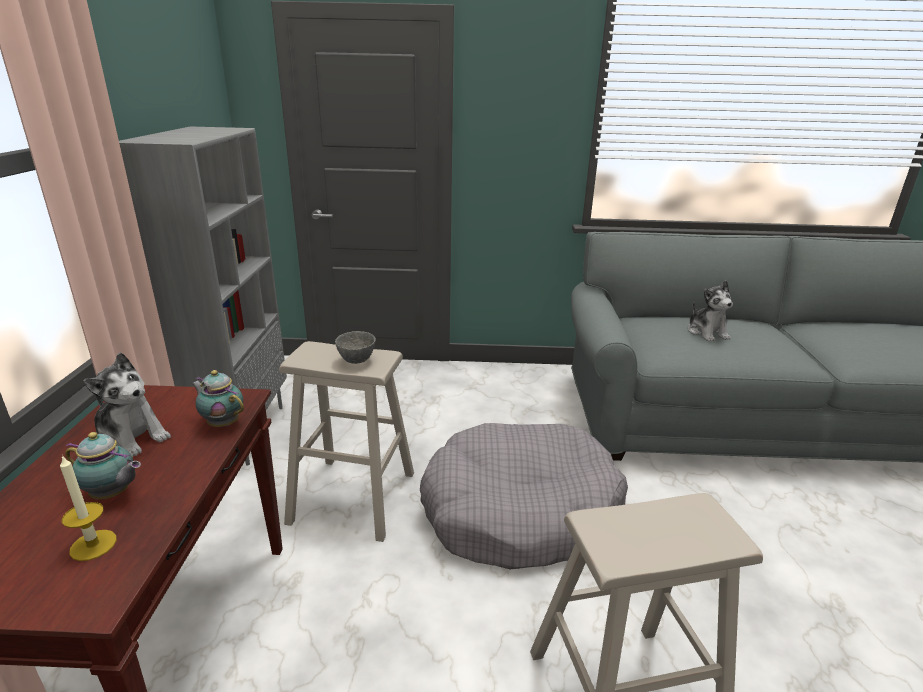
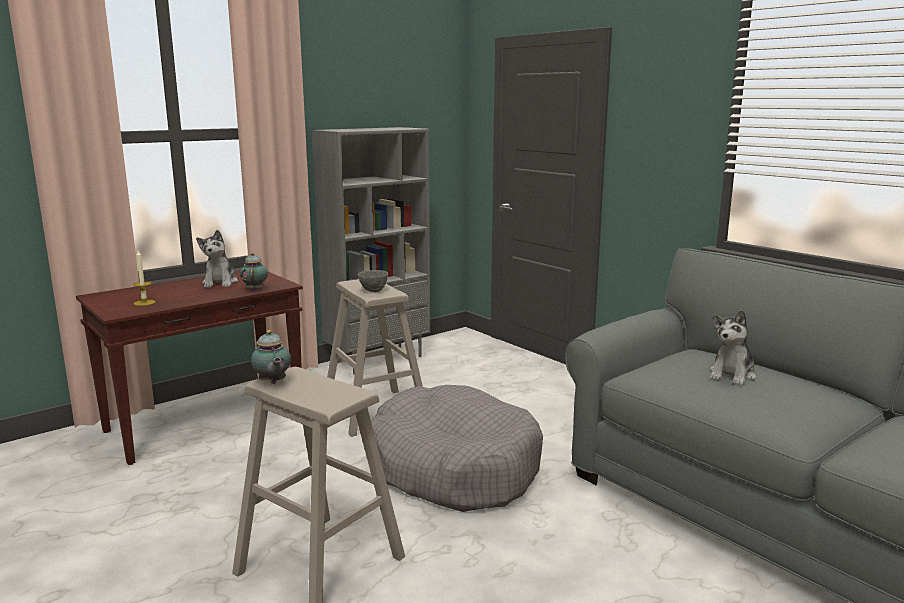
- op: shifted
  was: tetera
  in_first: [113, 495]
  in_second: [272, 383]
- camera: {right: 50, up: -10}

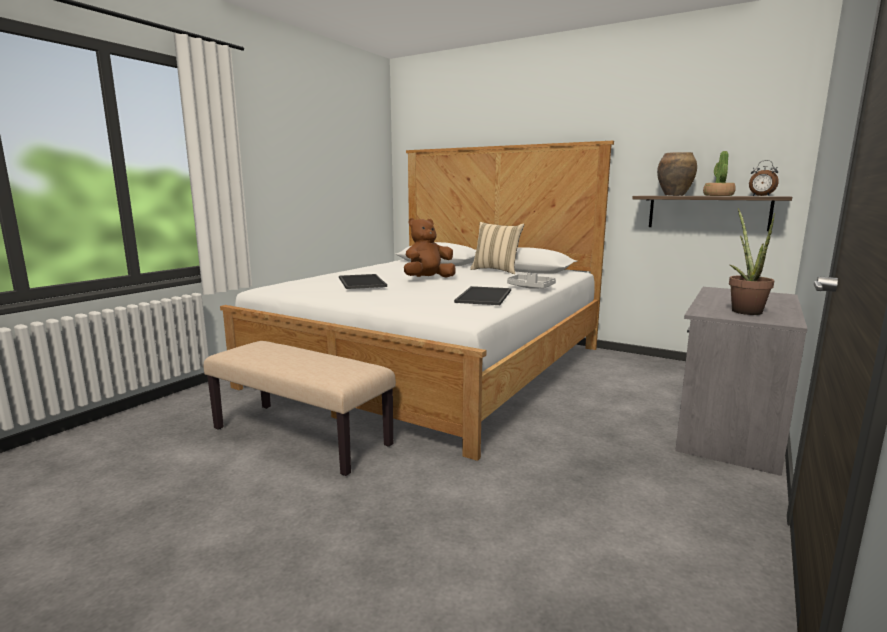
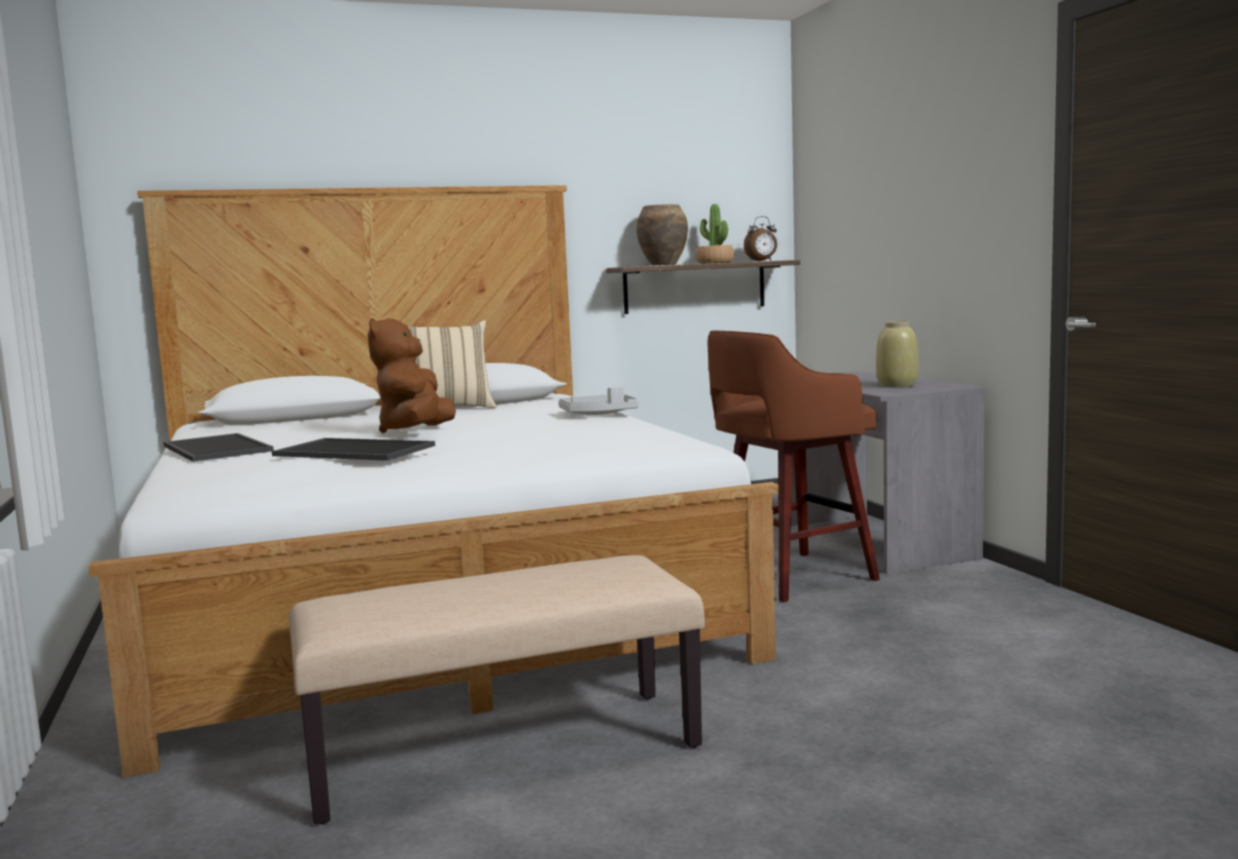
- op: new
  now: taburete/marrón
  in_second: [789, 577]
- op: shifted
  was: bandeja
  in_first: [483, 296]
  in_second: [214, 448]
- op: swapped
  was: planta en maceta
  now: florero/beis
  in_first: [743, 310]
  in_second: [897, 385]
- camera: {right: -50, up: -5}

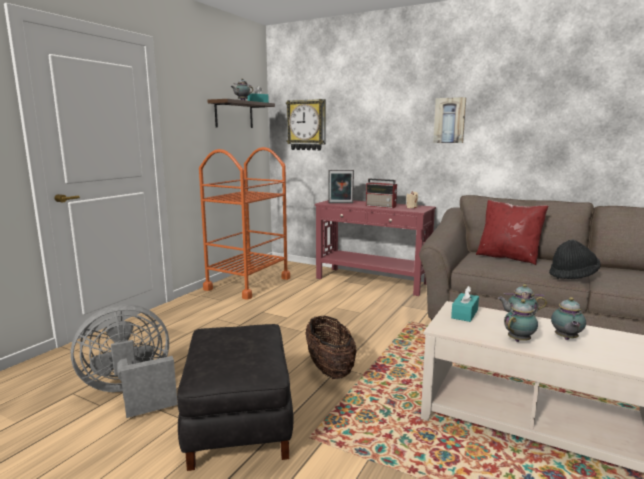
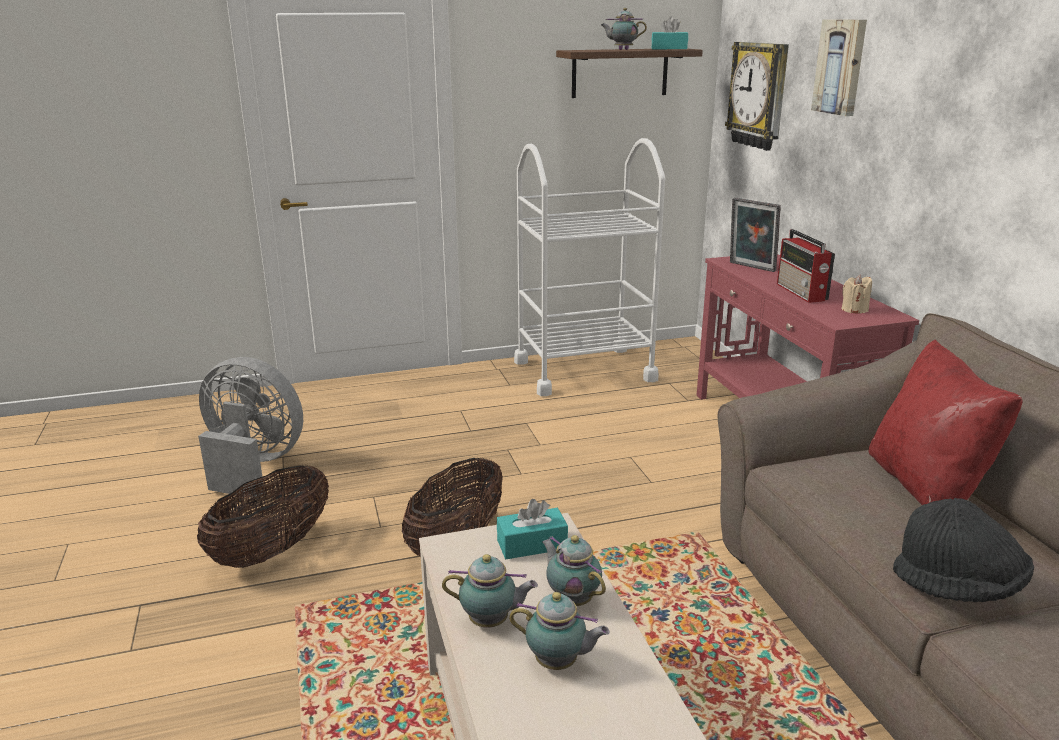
- op: shifted
  was: cuadro
  in_first: [449, 120]
  in_second: [841, 67]
- op: swapped
  was: puf/negro
  now: cesta
  in_first: [238, 423]
  in_second: [272, 550]
- op: repainted
  was: carrito/naranja
  now: carrito/blanco
  in_first: [248, 284]
  in_second: [584, 370]
- op: rotated
  was: tetera
  in_first: [565, 338]
  in_second: [559, 663]
  clockwise: -135
- camera: {right: 45, up: 10}

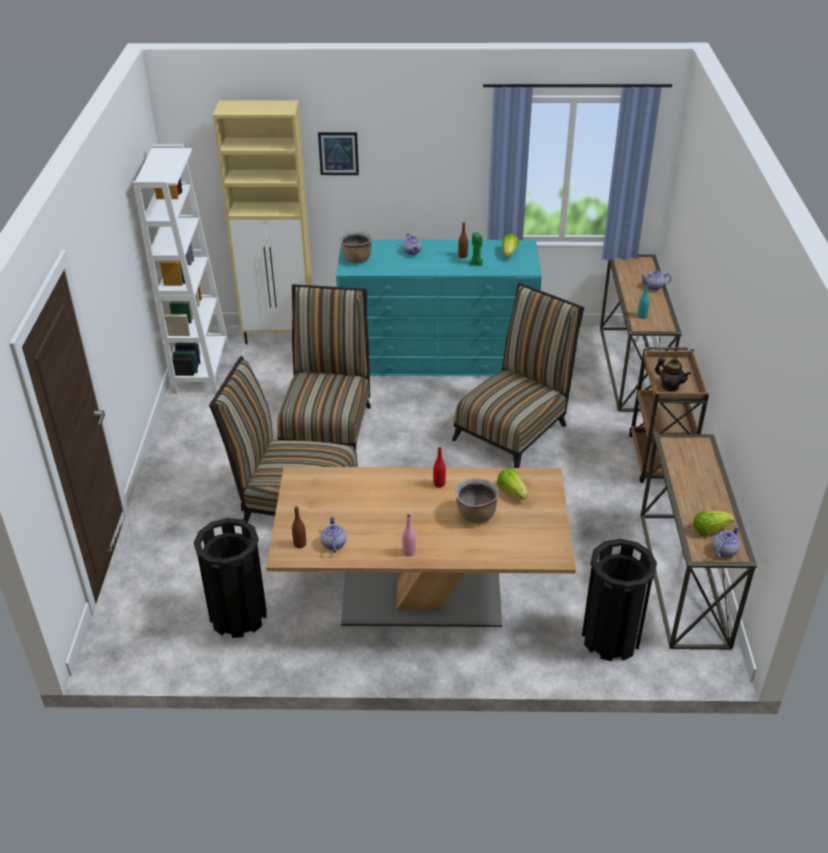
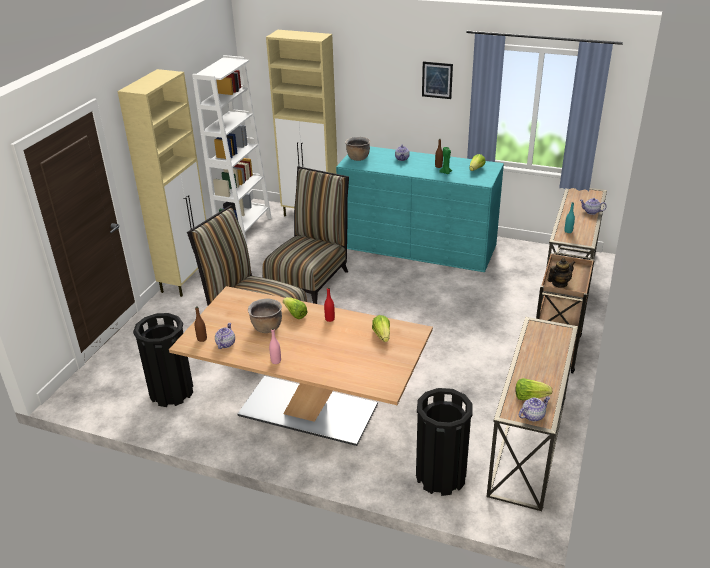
- op: gone
  was: silla
  in_first: [514, 428]
- op: new
  now: armario/beis
  in_second: [187, 279]
- op: new
  now: lechuga
  in_second: [295, 314]
- op: shifted
  was: cuadro
  in_first: [338, 153]
  in_second: [437, 80]
- op: shifted
  was: olla/marrón
  in_first: [475, 515]
  in_second: [266, 327]
- op: rotated
  was: tetera
  in_first: [670, 386]
  in_second: [559, 284]
  clockwise: -90
- camera: {right: 20, up: -5}

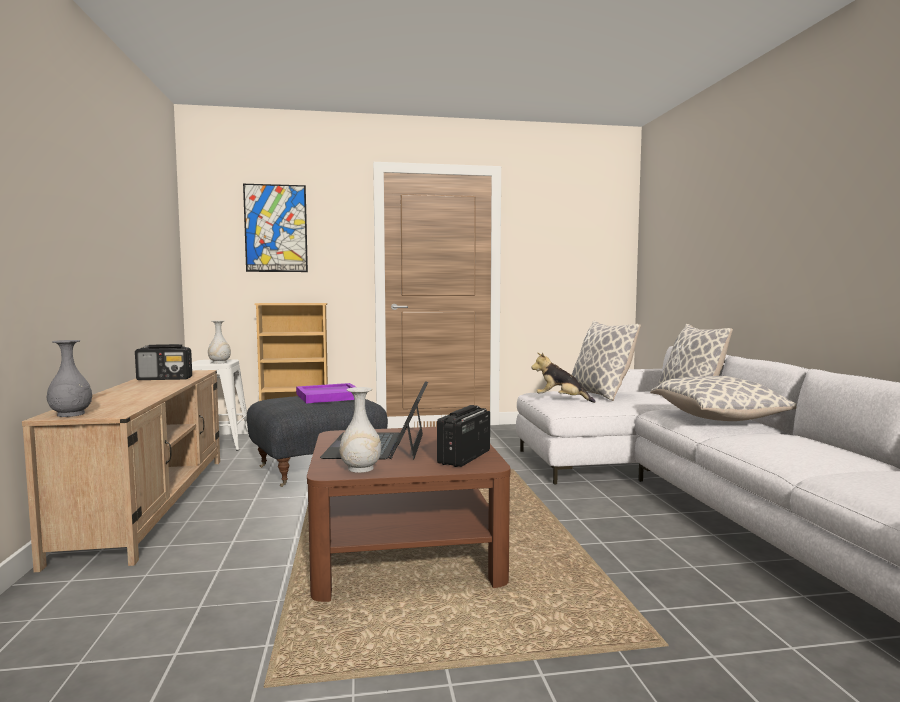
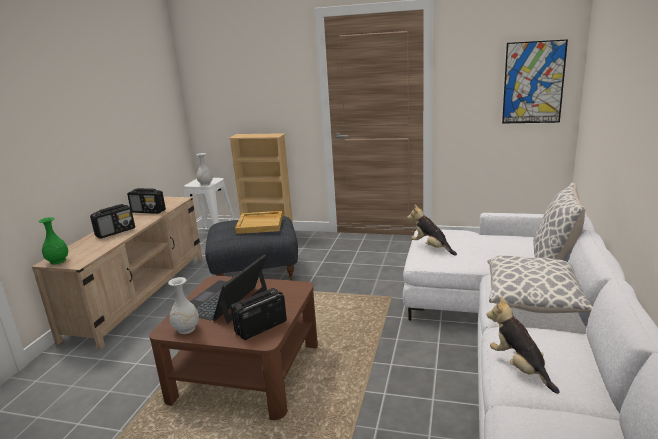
- op: gone
  was: cojín
  in_first: [600, 394]
- op: new
  now: radio
  in_second: [116, 232]
- op: new
  now: peluche
  in_second: [519, 367]
- op: shifted
  was: cuadro
  in_first: [276, 228]
  in_second: [533, 83]
- op: repainted
  was: florero/gris
  now: florero/verde
  in_first: [70, 414]
  in_second: [58, 261]
- op: repainted
  was: bandeja/morado
  now: bandeja/beis
  in_first: [329, 396]
  in_second: [260, 224]
- camera: {right: 25, up: 15}

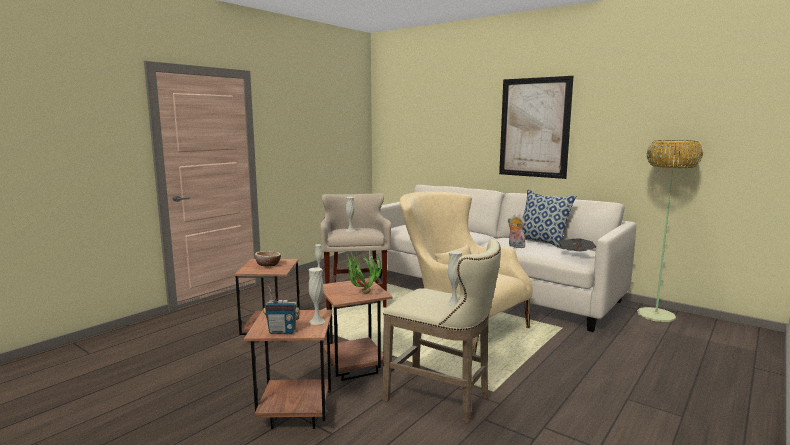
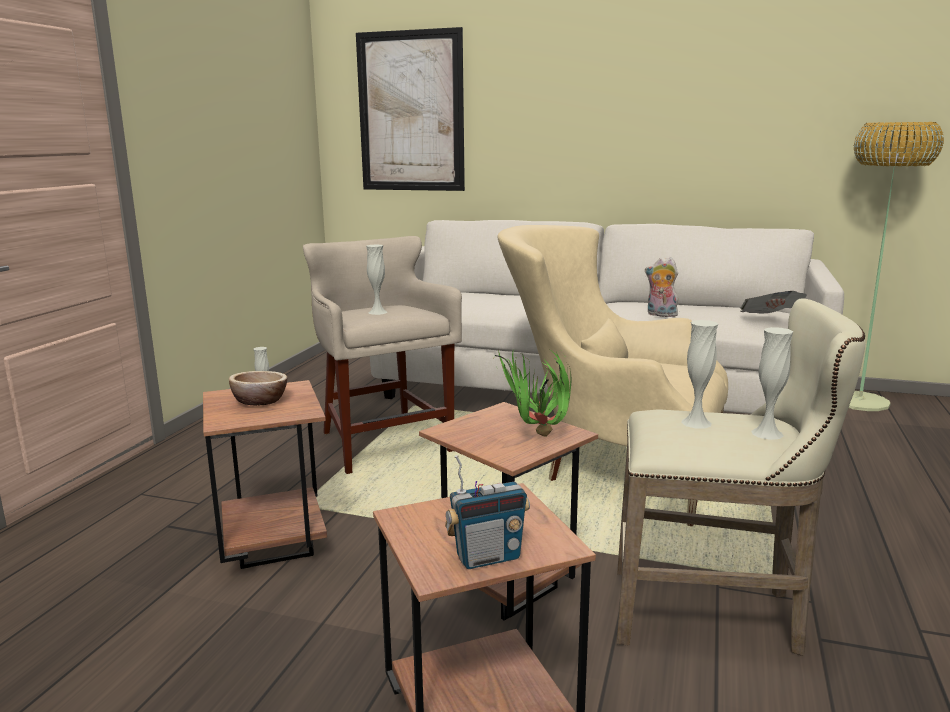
- op: gone
  was: cojín
  in_first: [542, 242]
- op: shifted
  was: florero/blanco
  in_first: [317, 321]
  in_second: [696, 423]
- op: shifted
  was: cuadro
  in_first: [534, 128]
  in_second: [410, 112]
- camera: {right: -20, up: 5}

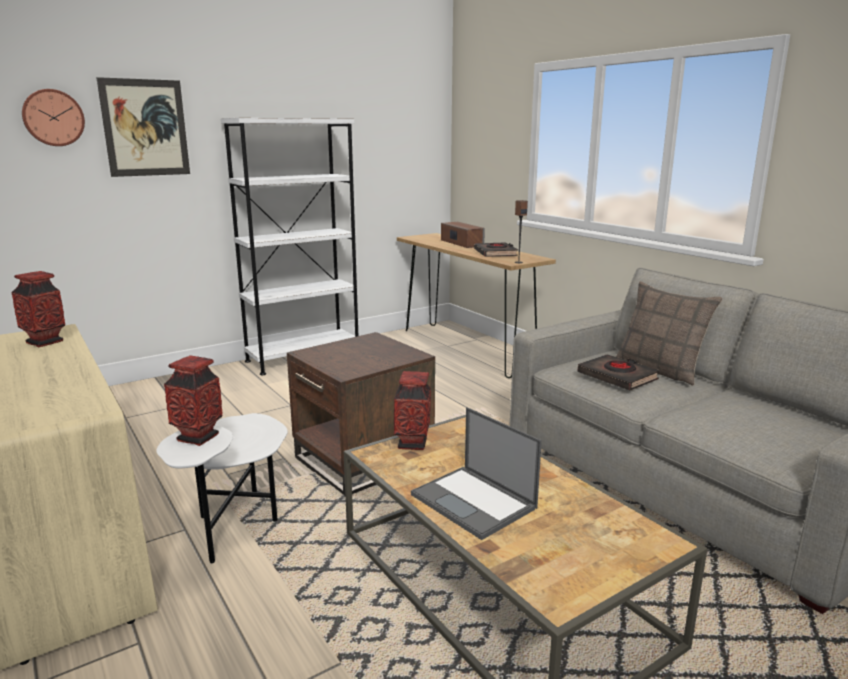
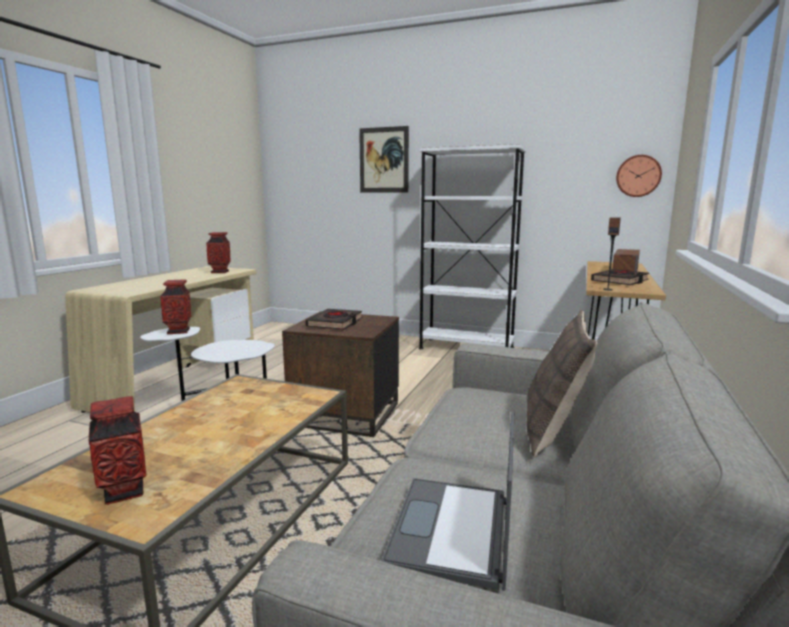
- op: shifted
  was: reloj de pared
  in_first: [53, 118]
  in_second: [638, 176]
- op: shifted
  was: florero
  in_first: [412, 443]
  in_second: [124, 492]
- op: shifted
  was: portátil
  in_first: [474, 502]
  in_second: [452, 530]
- op: shifted
  was: libro/negro
  in_first: [617, 377]
  in_second: [335, 323]
- camera: {right: 55, up: -5}

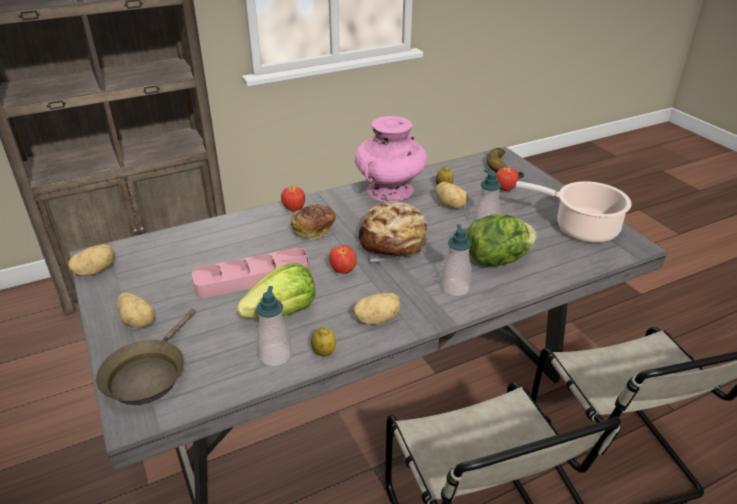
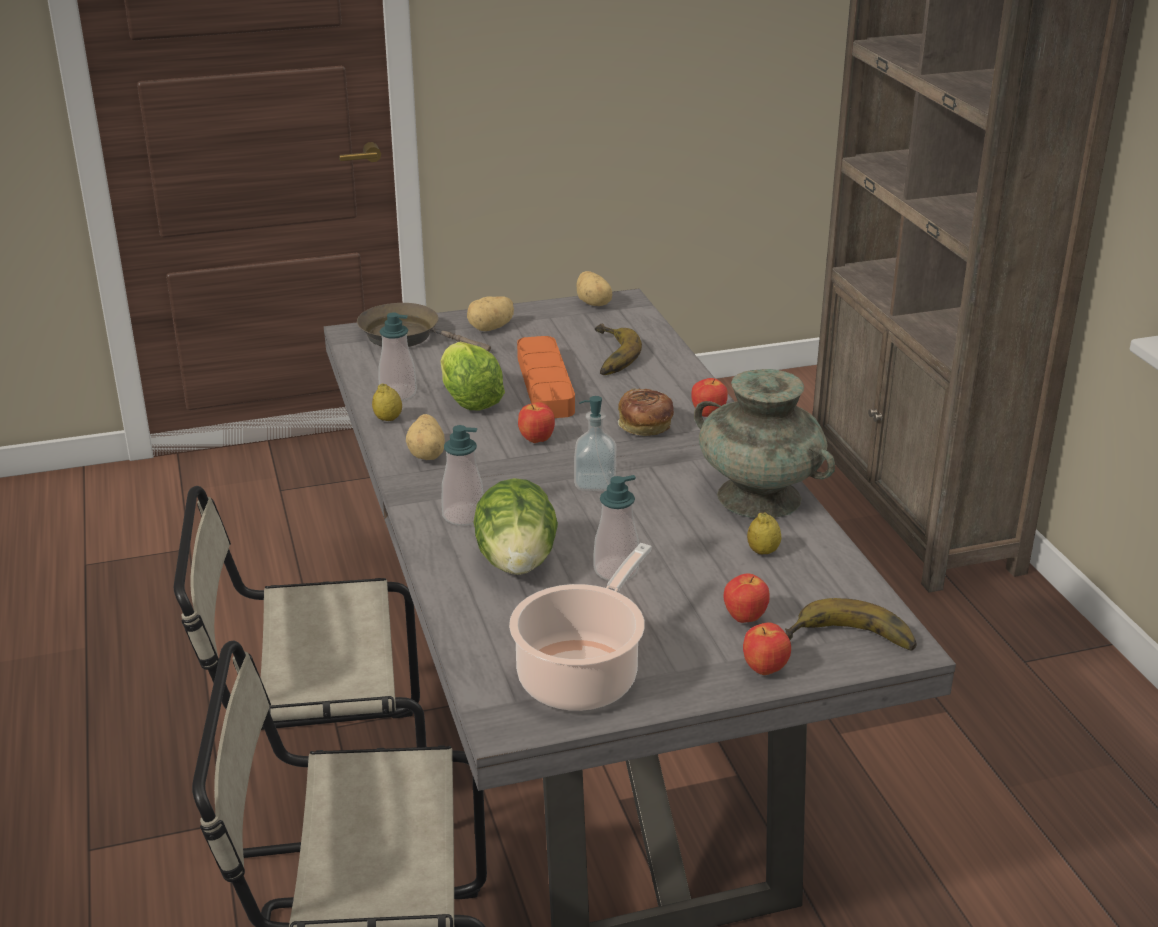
- op: gone
  was: patata
  in_first: [451, 205]
- op: new
  now: plátano
  in_second: [606, 356]
- op: new
  now: manzana
  in_second: [765, 670]
- op: swapped
  was: pan
  now: dispensador de jabón
  in_first: [393, 242]
  in_second: [595, 483]
- op: repainted
  was: bandeja/rosa
  now: bandeja/naranja
  in_first: [252, 278]
  in_second: [545, 384]
- op: repainted
  was: florero/rosa
  now: florero/turquesa
  in_first: [389, 190]
  in_second: [758, 497]
- camera: {right: 100, up: -5}

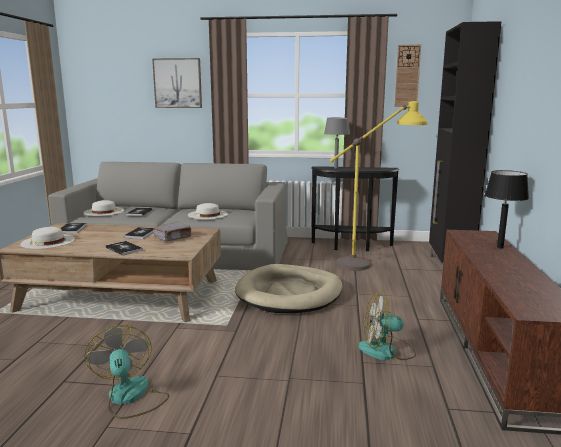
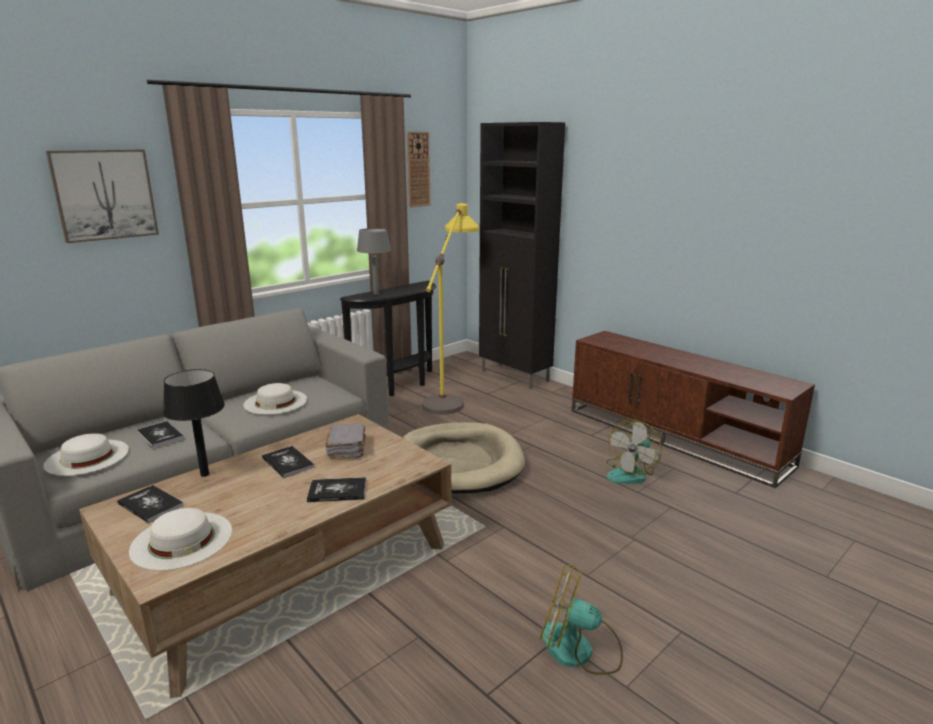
- op: shifted
  was: lámpara de mesa/negro
  in_first: [500, 247]
  in_second: [205, 474]
- camera: {right: -50, up: 5}

